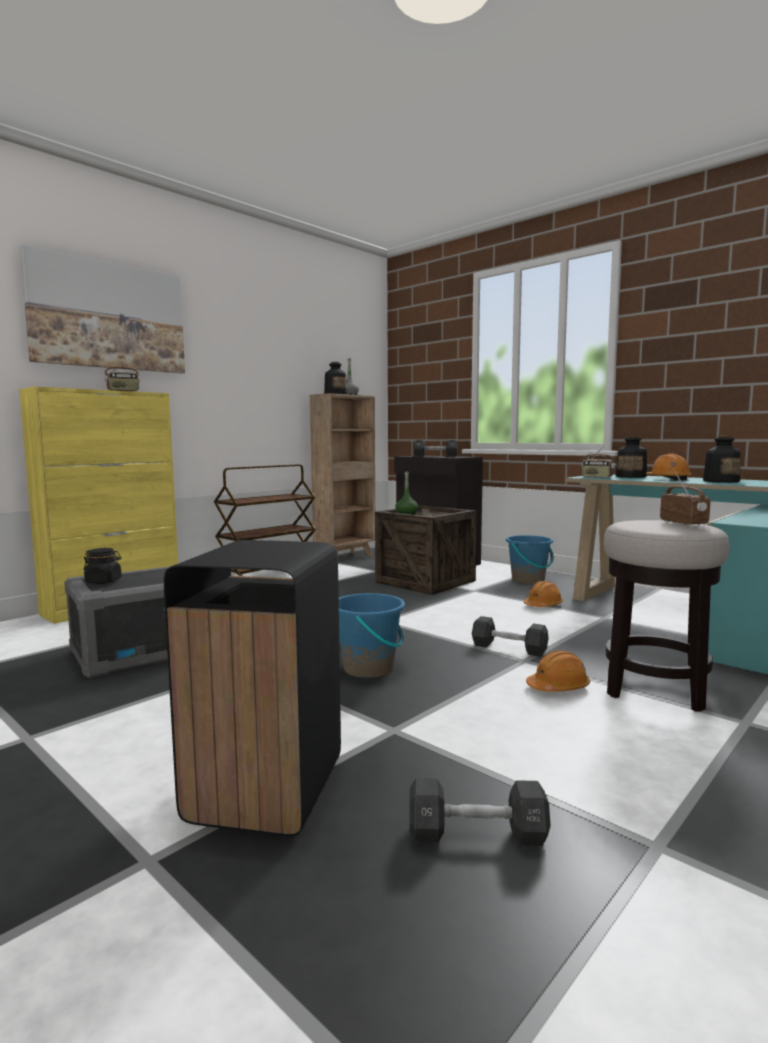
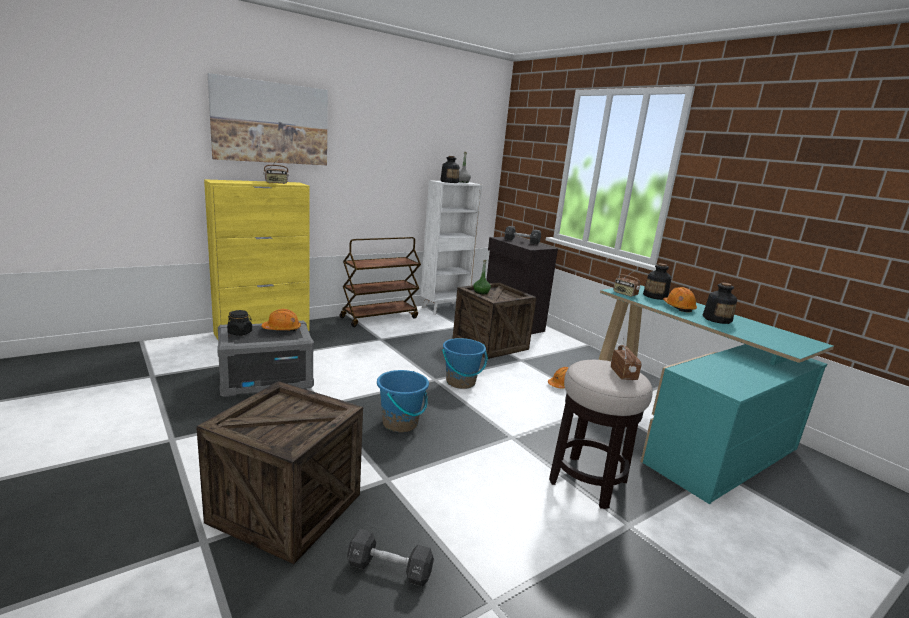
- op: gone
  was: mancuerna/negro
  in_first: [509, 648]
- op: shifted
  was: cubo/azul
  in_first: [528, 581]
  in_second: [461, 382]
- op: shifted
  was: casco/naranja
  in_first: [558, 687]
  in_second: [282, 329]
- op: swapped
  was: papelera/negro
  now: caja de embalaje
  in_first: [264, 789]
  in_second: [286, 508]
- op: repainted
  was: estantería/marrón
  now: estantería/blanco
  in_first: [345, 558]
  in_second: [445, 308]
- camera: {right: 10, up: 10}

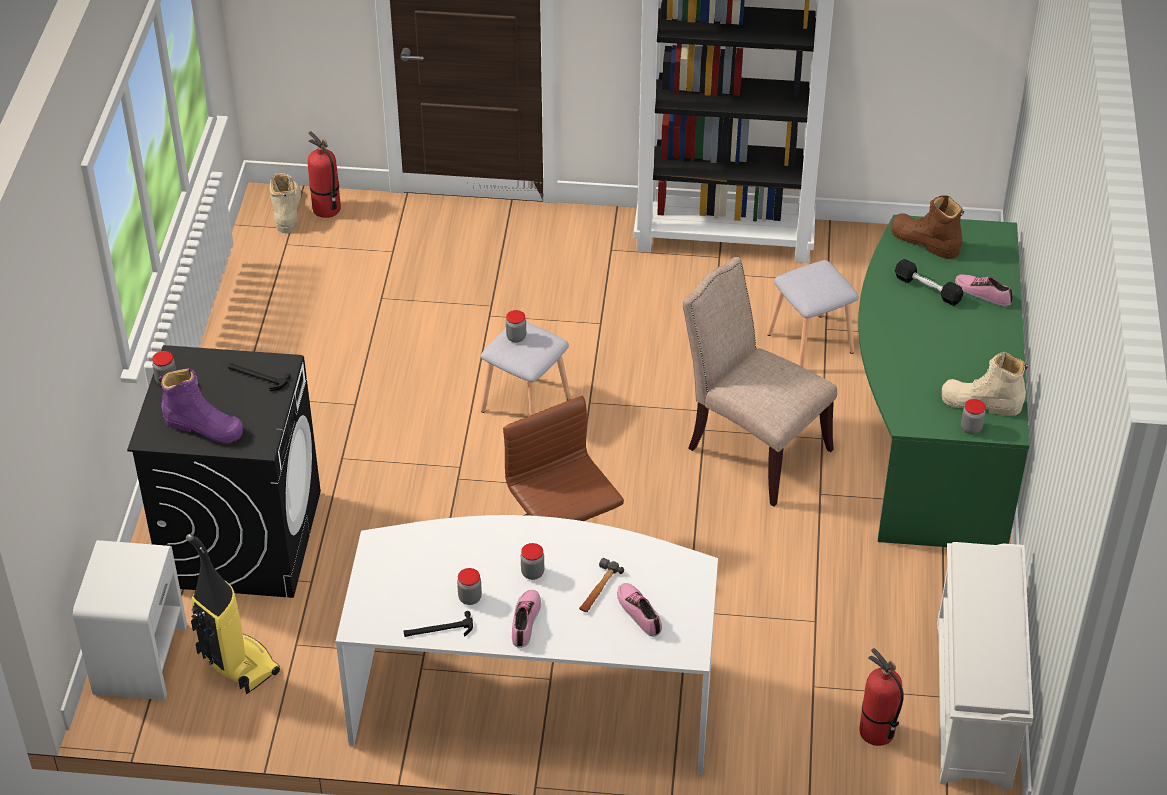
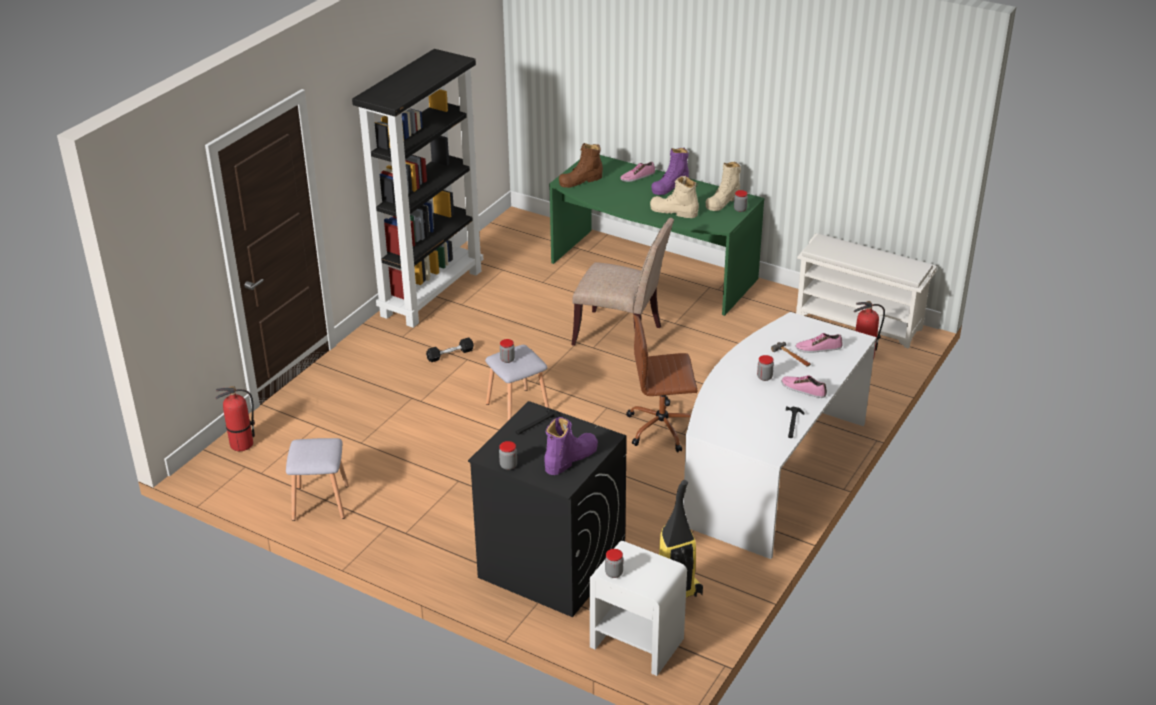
- op: new
  now: bota/morado
  in_second: [670, 186]
- op: shifted
  was: bota/beis
  in_first: [288, 211]
  in_second: [673, 211]
- op: shifted
  was: tarro
  in_first: [470, 598]
  in_second: [614, 573]
- op: shifted
  was: taburete/gris
  in_first: [811, 342]
  in_second: [320, 502]
- op: shifted
  was: mancuerna/negro
  in_first: [927, 289]
  in_second: [450, 355]
- op: rotated
  was: silla/beis
  in_first: [752, 448]
  in_second: [621, 335]
  clockwise: -135
- camera: {right: -65, up: -10}

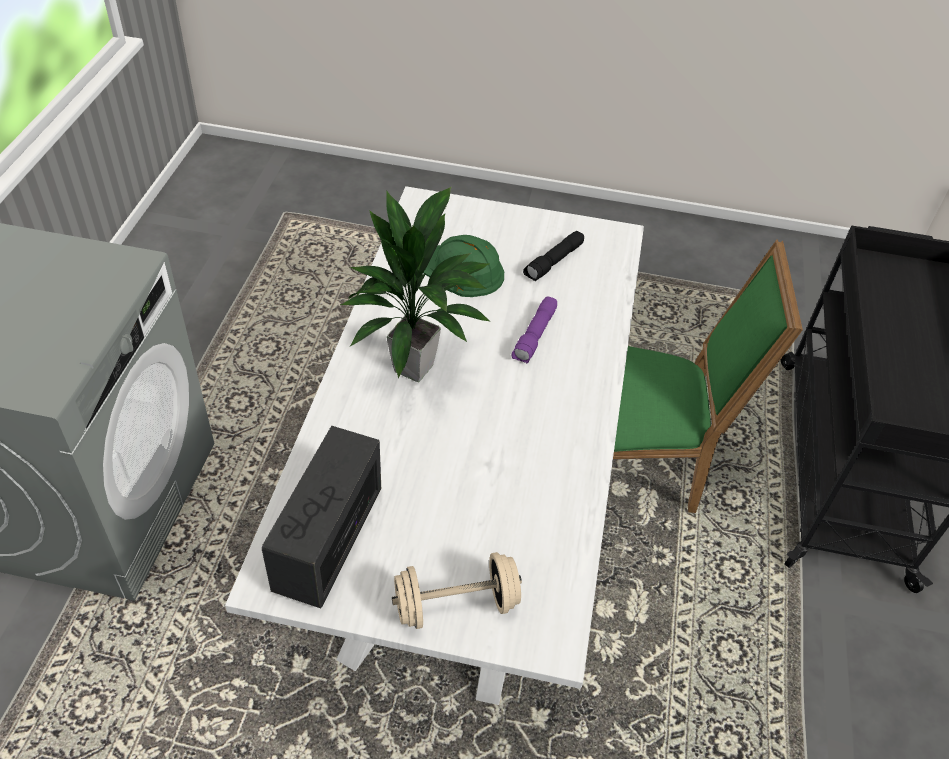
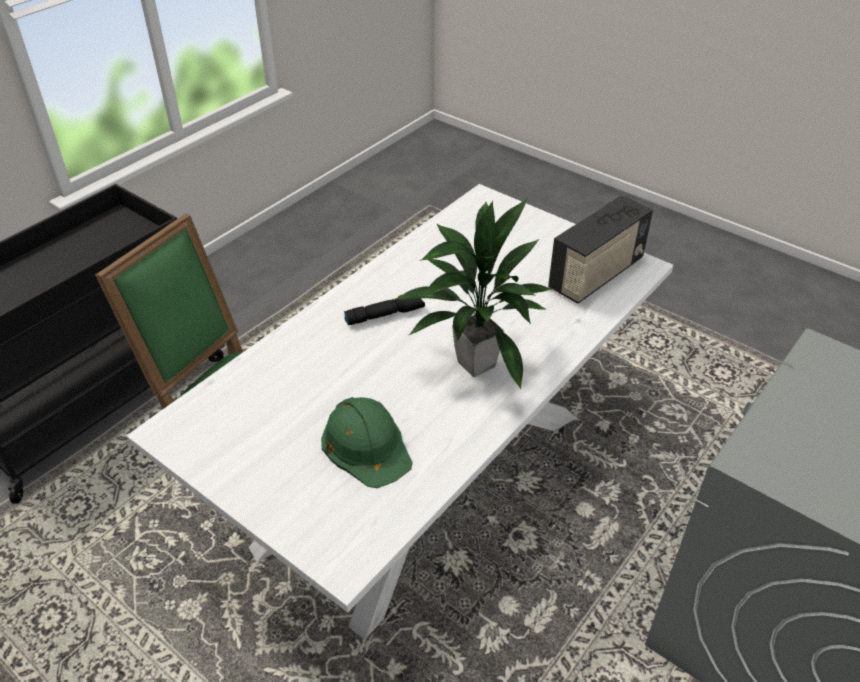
- op: gone
  was: mancuerna/beis
  in_first: [456, 605]
- op: gone
  was: linterna/morado
  in_first: [535, 336]
- op: shifted
  was: linterna/negro
  in_first: [554, 262]
  in_second: [385, 314]
- camera: {right: -150, up: -5}

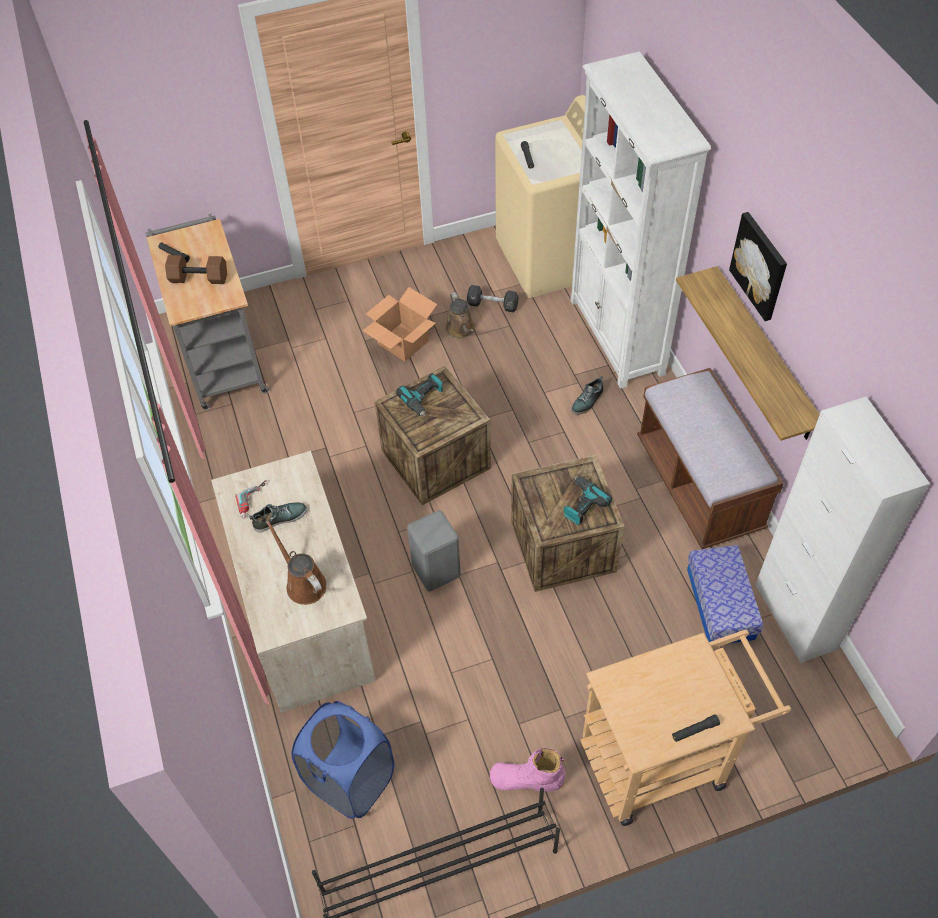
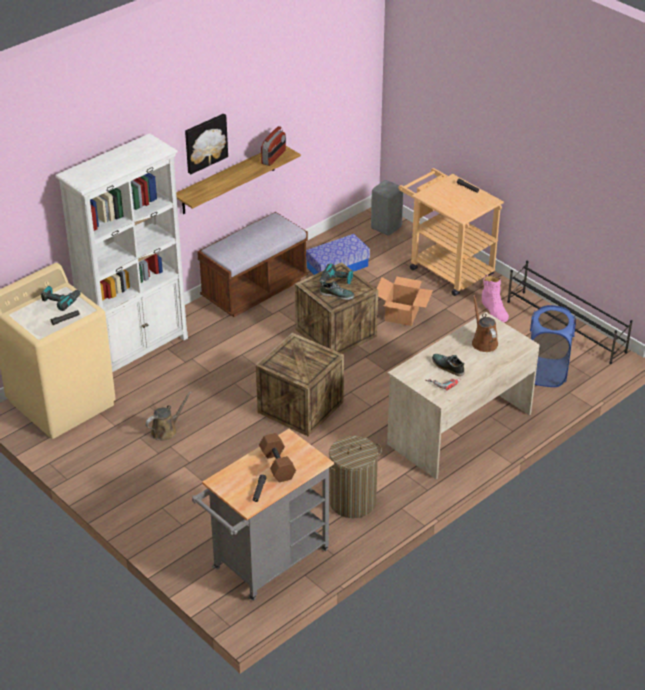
- op: gone
  was: mancuerna/negro
  in_first: [492, 305]
- op: gone
  was: armario/blanco
  in_first: [795, 616]
- op: new
  now: radio
  in_second: [274, 157]
- op: new
  now: cesto de la ropa
  in_second: [352, 502]
- op: shifted
  was: caja de cartón
  in_first: [404, 342]
  in_second: [401, 314]
- op: shifted
  was: taladro
  in_first: [424, 399]
  in_second: [61, 300]
- op: shifted
  was: taburete/gris
  in_first: [437, 571]
  in_second: [386, 227]
- op: shifted
  was: zapato
  in_first: [587, 401]
  in_second: [337, 294]
- op: rotated
  was: regadera/marrón
  in_first: [303, 583]
  in_second: [483, 341]
  clockwise: 135
- camera: {right: -115, up: -15}

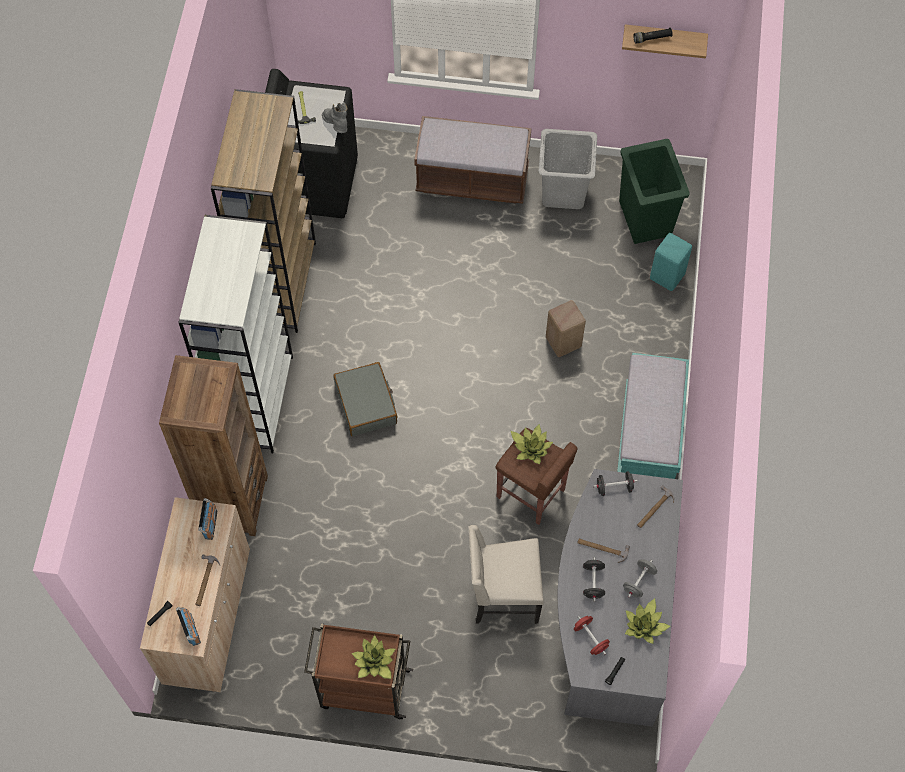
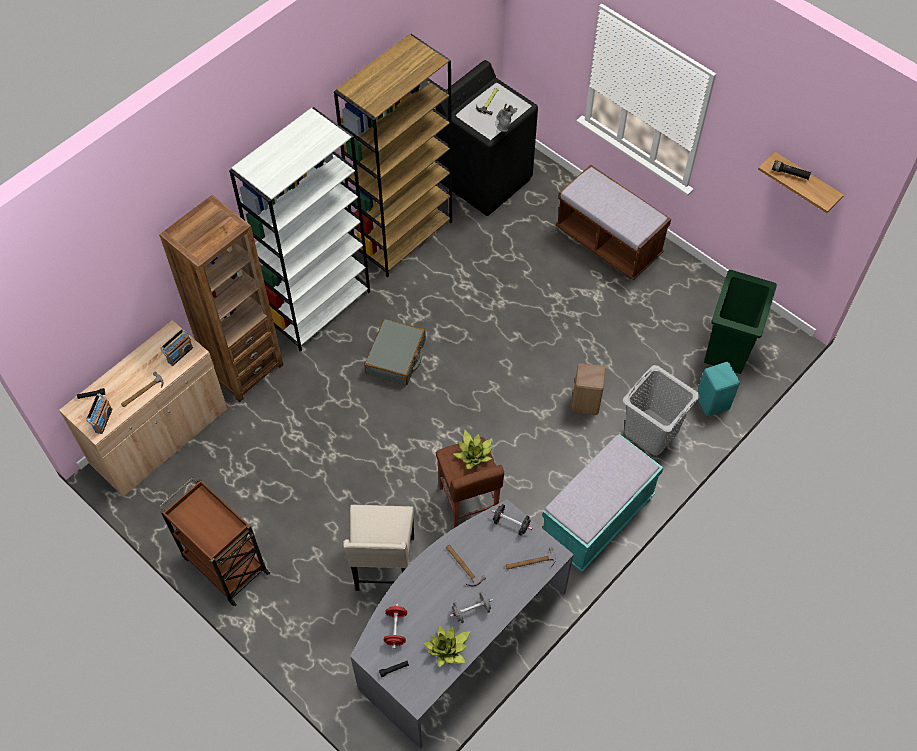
- op: gone
  was: planta en maceta
  in_first: [374, 662]
- op: gone
  was: mancuerna/negro
  in_first: [593, 582]
- op: shifted
  was: cesto de la ropa/gris
  in_first: [563, 191]
  in_second: [651, 431]
- op: rotated
  was: silla/beis
  in_first: [503, 596]
  in_second: [383, 565]
  clockwise: -120
- camera: {right: 35, up: -5}

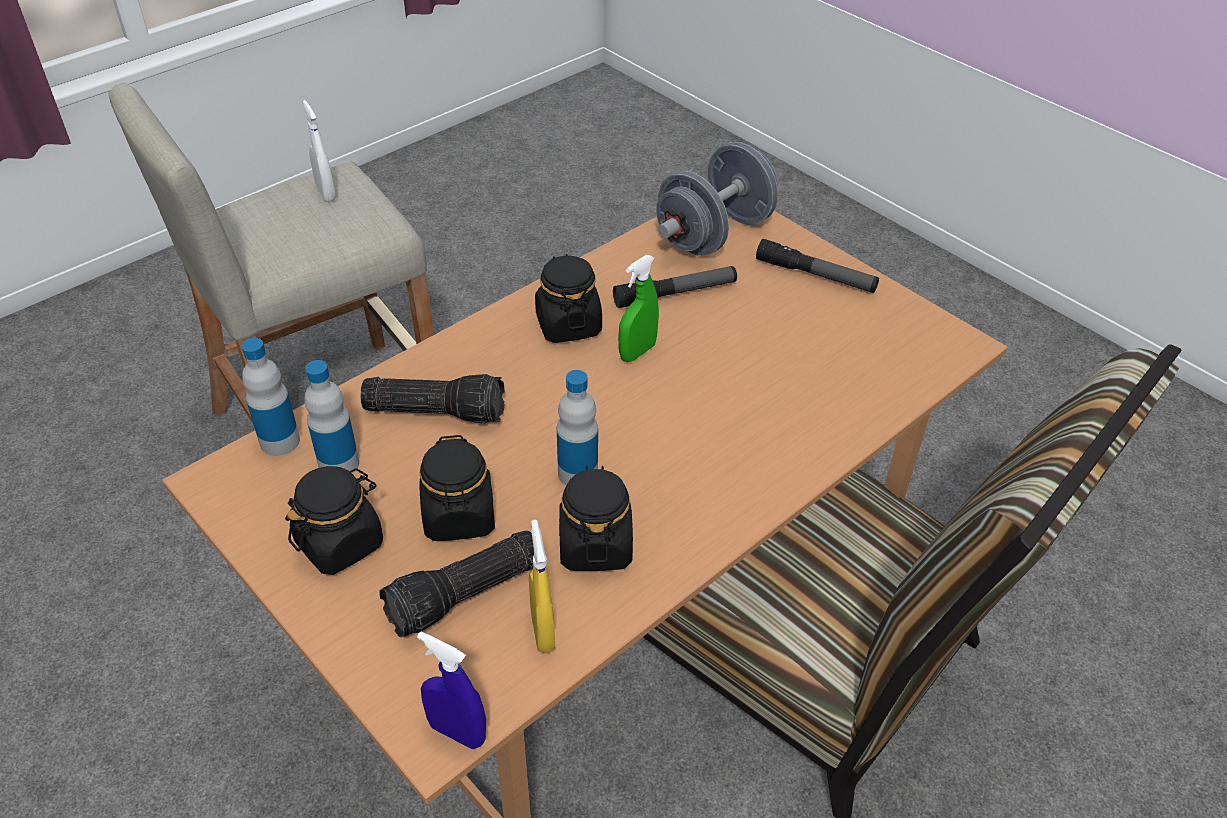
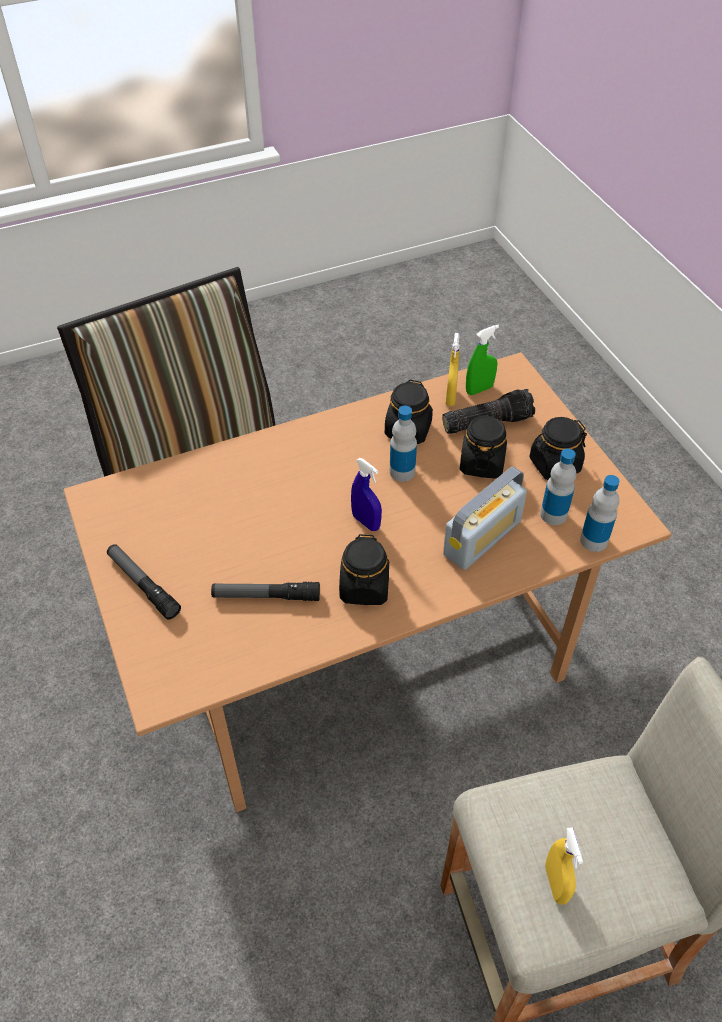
- op: gone
  was: mancuerna/gris
  in_first: [714, 234]
- op: shifted
  was: pulverizador/azul
  in_first: [457, 732]
  in_second: [366, 522]
- op: shifted
  was: pulverizador/verde
  in_first: [637, 352]
  in_second: [479, 389]
- op: swapped
  was: linterna
  now: radio
  in_first: [437, 410]
  in_second: [482, 538]
- op: repainted
  was: pulverizador/blanco
  now: pulverizador/amarillo
  in_first: [326, 193]
  in_second: [556, 883]
- camera: {right: -160, up: 5}

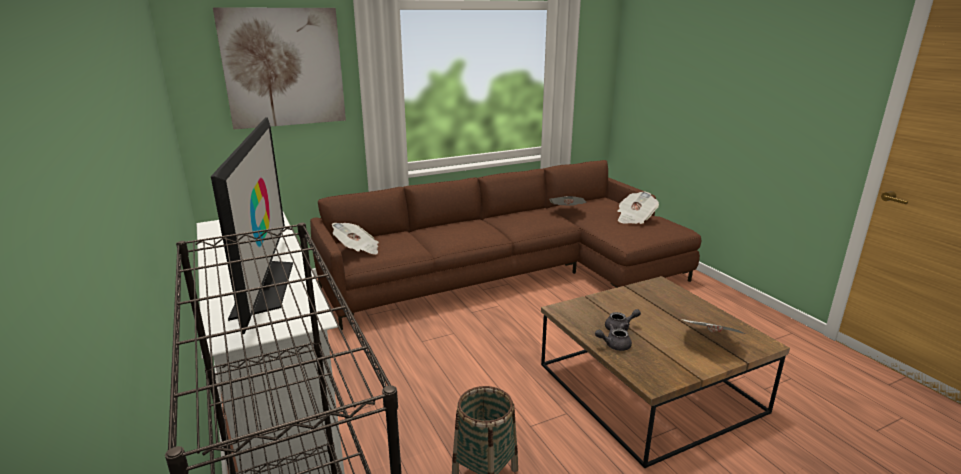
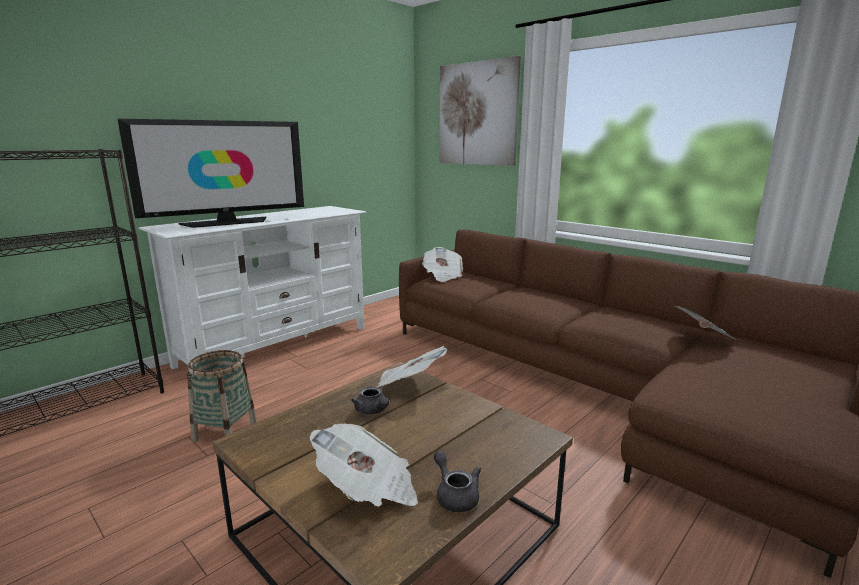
- op: shifted
  was: tetera/gris
  in_first: [613, 345]
  in_second: [455, 495]
- op: shifted
  was: periódico
  in_first: [634, 218]
  in_second: [410, 384]
- camera: {right: 70, up: -5}

